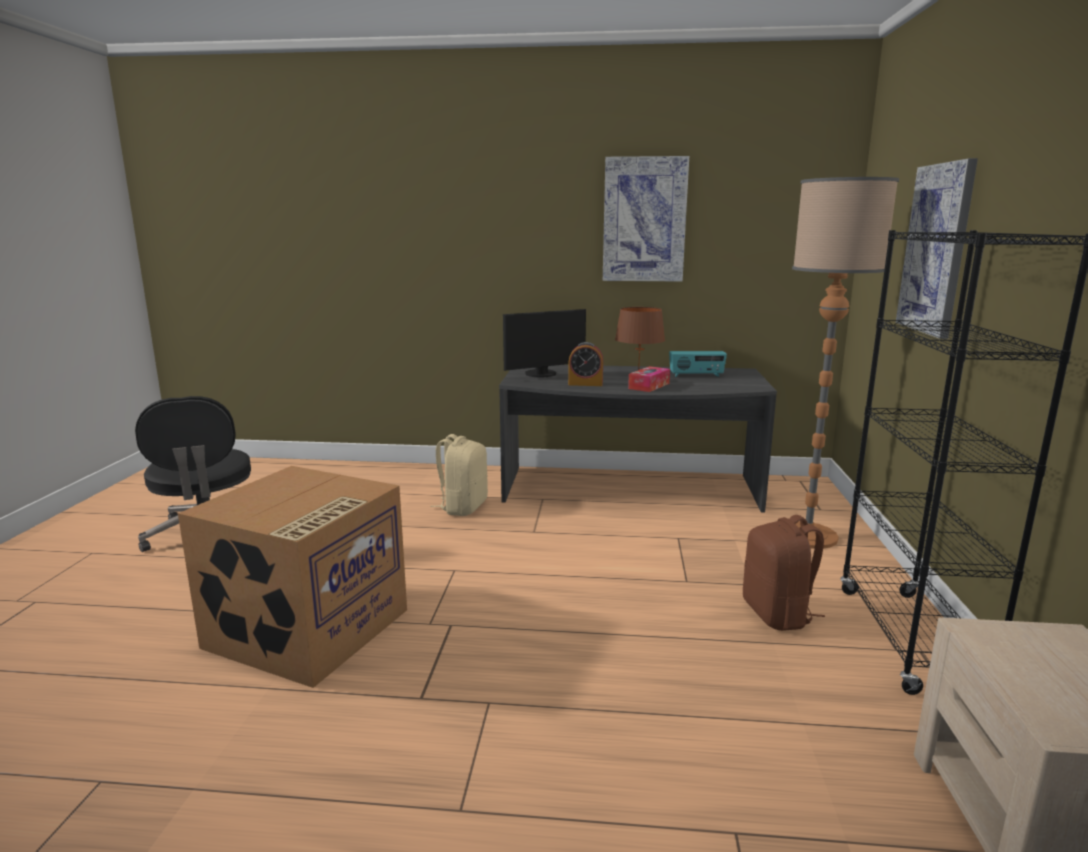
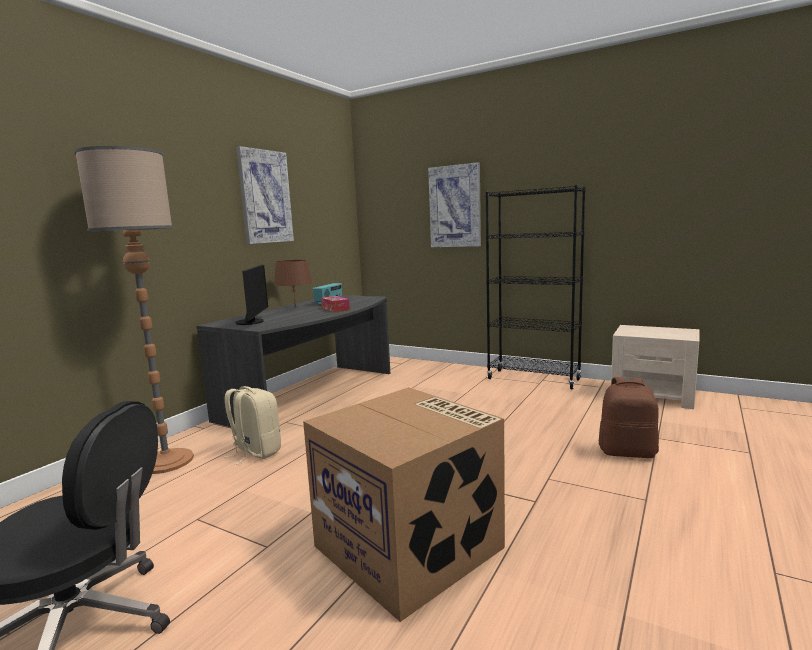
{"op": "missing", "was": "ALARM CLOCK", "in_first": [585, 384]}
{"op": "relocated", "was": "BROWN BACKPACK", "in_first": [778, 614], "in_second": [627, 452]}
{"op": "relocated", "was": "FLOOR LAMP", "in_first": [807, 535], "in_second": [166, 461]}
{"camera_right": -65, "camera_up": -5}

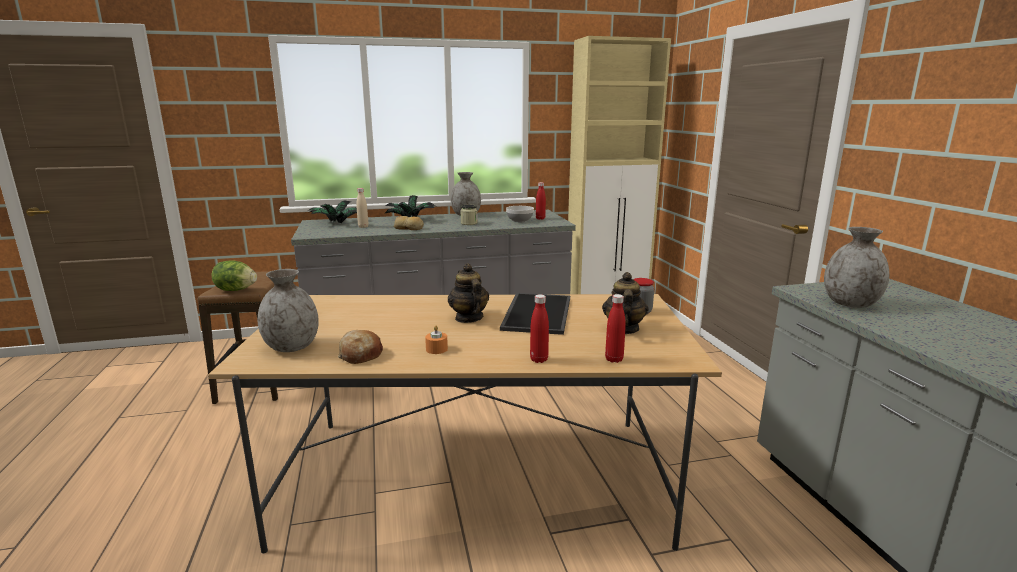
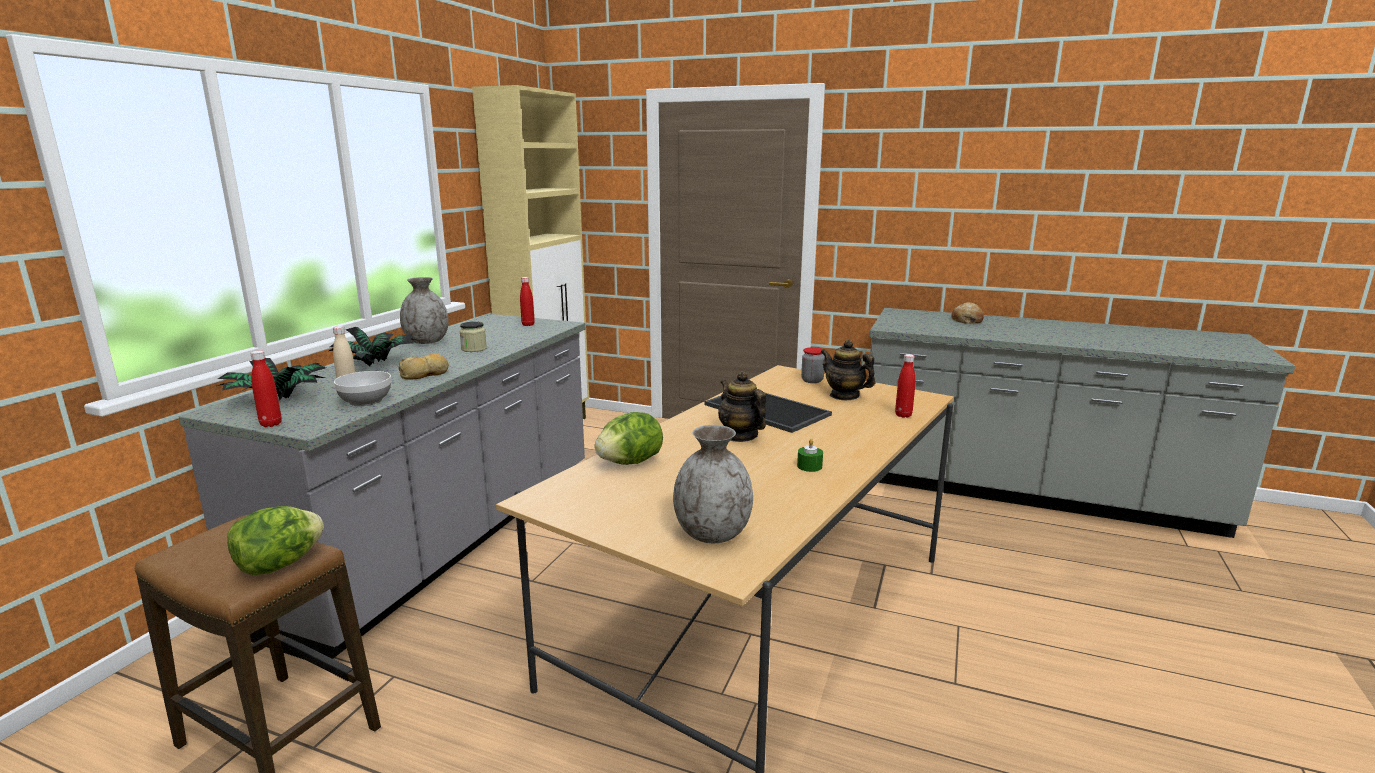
{"op": "missing", "was": "GREY VASE", "in_first": [849, 303]}
{"op": "appeared", "now": "LETTUCE", "in_second": [630, 462]}
{"op": "relocated", "was": "BREAD", "in_first": [360, 355], "in_second": [966, 320]}
{"op": "relocated", "was": "BOWL", "in_first": [519, 220], "in_second": [365, 401]}
{"op": "relocated", "was": "RED BOTTLE", "in_first": [539, 359], "in_second": [271, 424]}
{"op": "colour", "was": "ORANGE CANDLE", "now": "GREEN CANDLE", "in_first": [436, 349], "in_second": [809, 466]}
{"op": "spun", "was": "TEAPOT", "in_first": [468, 318], "in_second": [740, 436], "clockwise": 45}
{"camera_right": -55, "camera_up": 0}

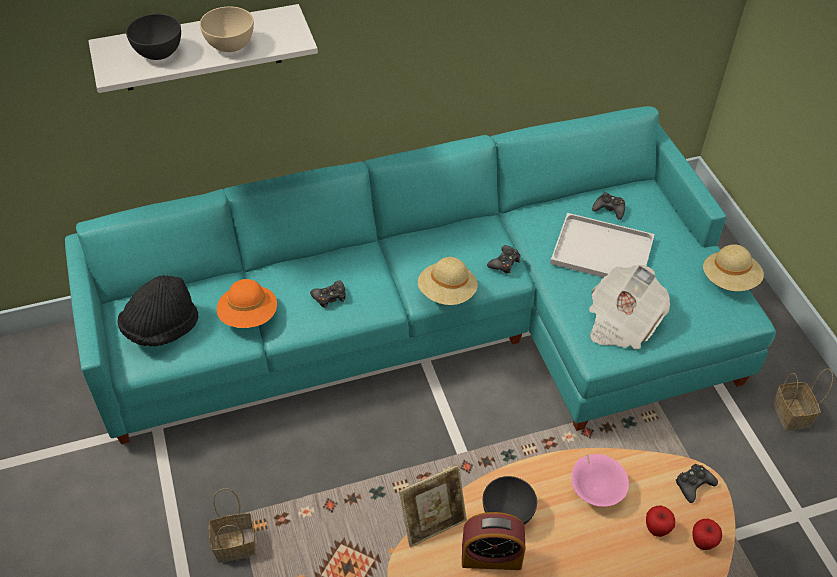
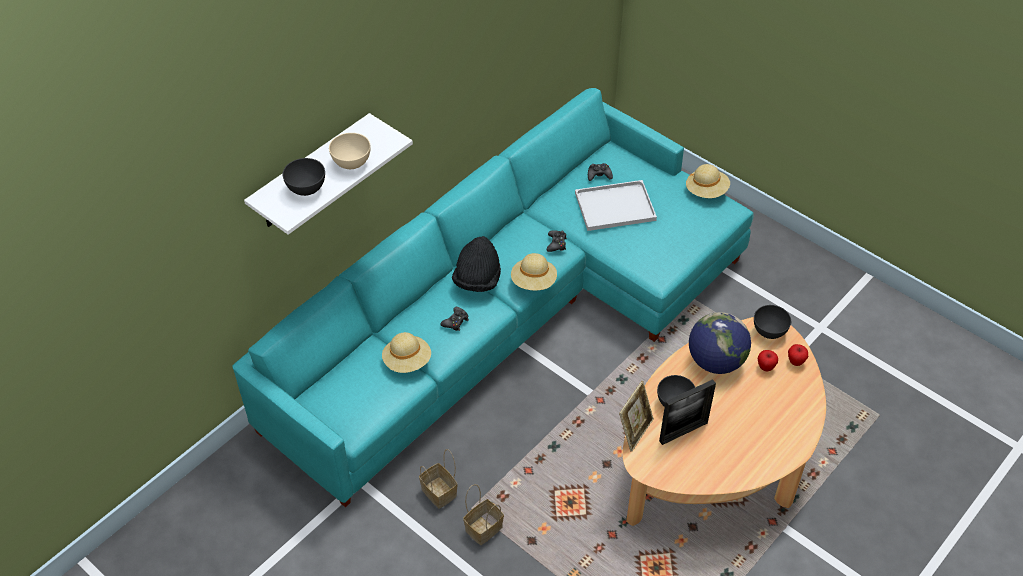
{"op": "missing", "was": "NEWSPAPER", "in_first": [621, 322]}
{"op": "relocated", "was": "BLACK HAT", "in_first": [161, 328], "in_second": [477, 280]}
{"op": "relocated", "was": "BASKET", "in_first": [792, 415], "in_second": [440, 493]}
{"op": "exchanged", "was": "ALARM CLOCK", "now": "PICTURE FRAME", "in_first": [491, 557], "in_second": [683, 432]}
{"op": "exchanged", "was": "PINK BOWL", "now": "GLOBE", "in_first": [596, 489], "in_second": [715, 361]}
{"op": "exchanged", "was": "BLACK GAME CONTROLLER", "now": "GREY BOWL", "in_first": [693, 485], "in_second": [769, 331]}
{"op": "colour", "was": "ORANGE HAT", "now": "BEIGE HAT", "in_first": [249, 316], "in_second": [407, 361]}
{"camera_right": -30, "camera_up": 0}

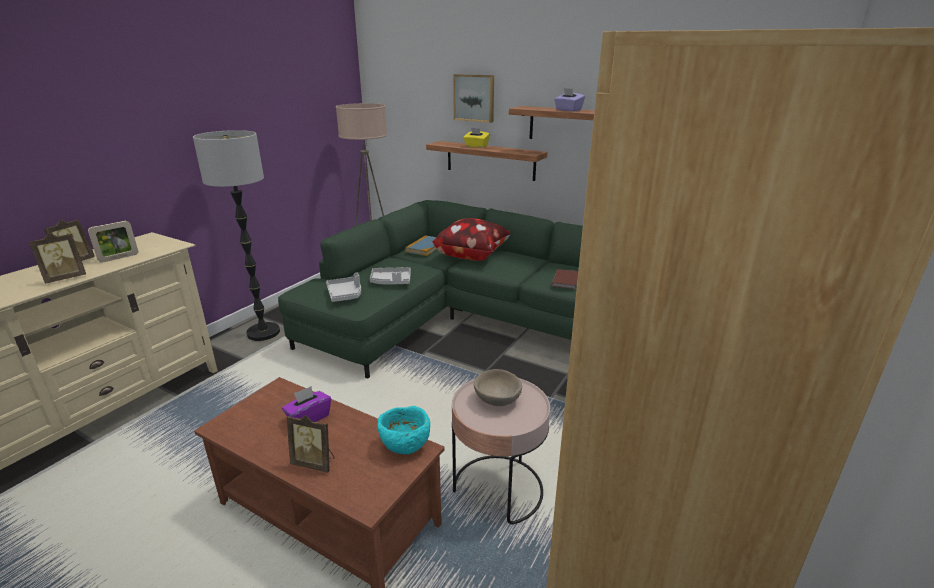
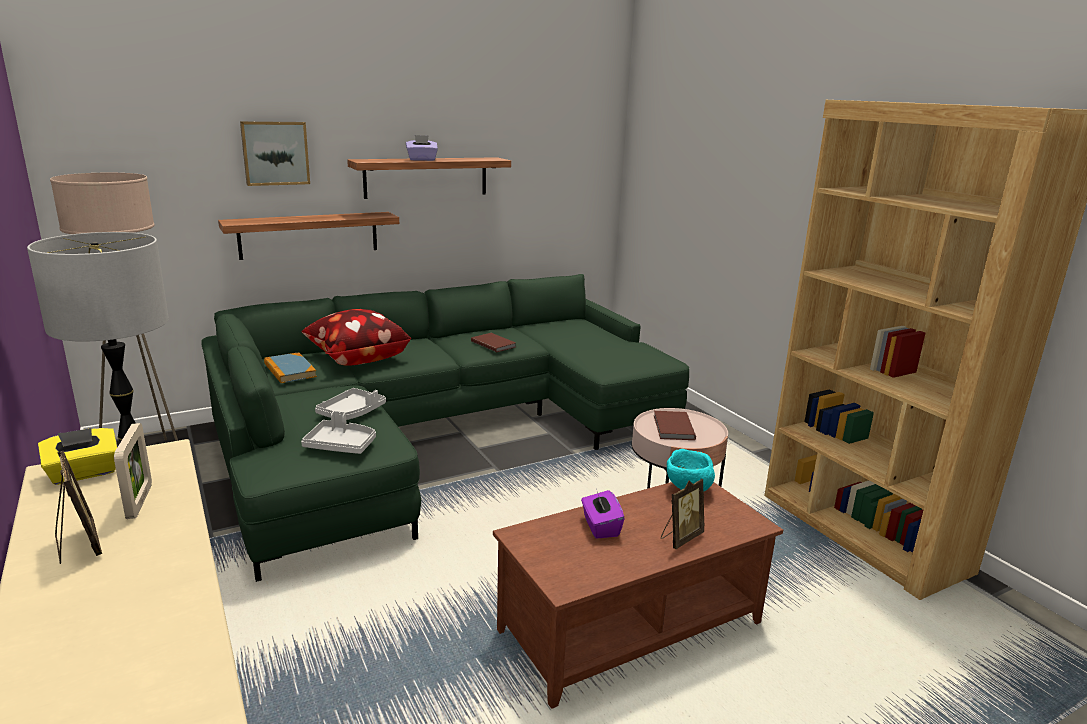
{"op": "missing", "was": "PICTURE FRAME", "in_first": [65, 278]}
{"op": "relocated", "was": "YELLOW TISSUE BOX", "in_first": [476, 146], "in_second": [84, 473]}
{"op": "exchanged", "was": "BEIGE BOWL", "now": "BROWN BOOK", "in_first": [496, 400], "in_second": [672, 428]}
{"camera_right": -60, "camera_up": -5}

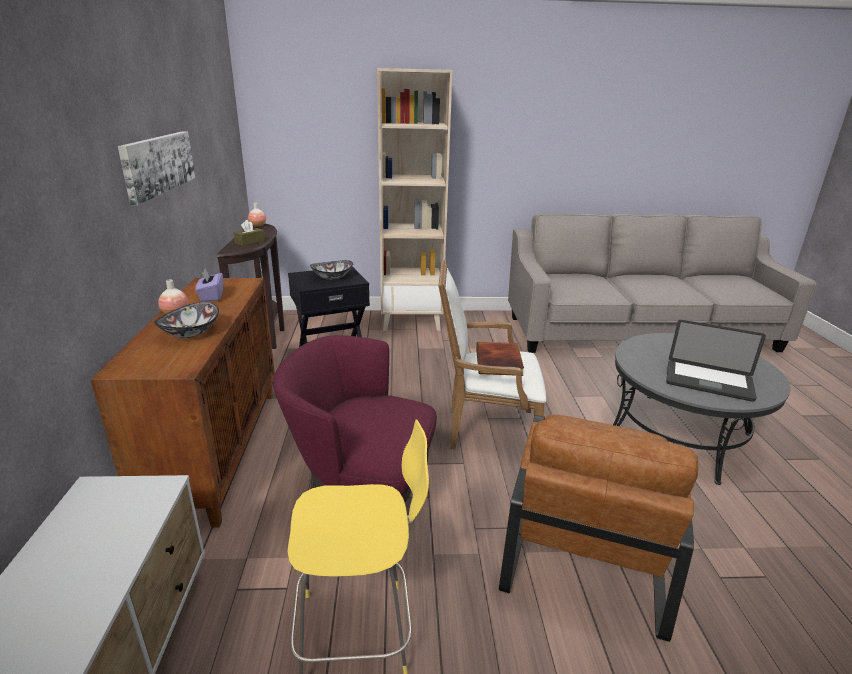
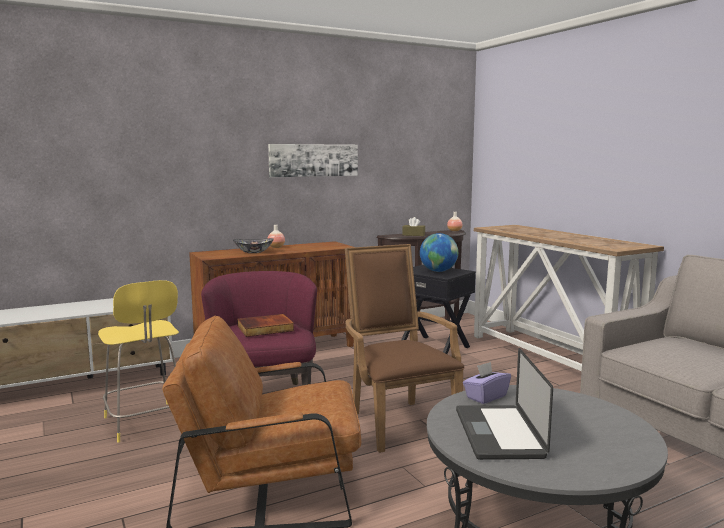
{"op": "relocated", "was": "PURPLE TISSUE BOX", "in_first": [211, 296], "in_second": [486, 397]}
{"op": "relocated", "was": "BOOK", "in_first": [500, 362], "in_second": [265, 329]}
{"op": "exchanged", "was": "BOWL", "now": "GLOBE", "in_first": [332, 277], "in_second": [438, 271]}
{"op": "exchanged", "was": "BEIGE BOOKCASE", "now": "CONSOLE TABLE", "in_first": [412, 321], "in_second": [552, 356]}
{"op": "colour", "was": "WHITE ARMCHAIR", "now": "BROWN ARMCHAIR", "in_first": [485, 430], "in_second": [398, 421]}
{"camera_right": 65, "camera_up": -15}

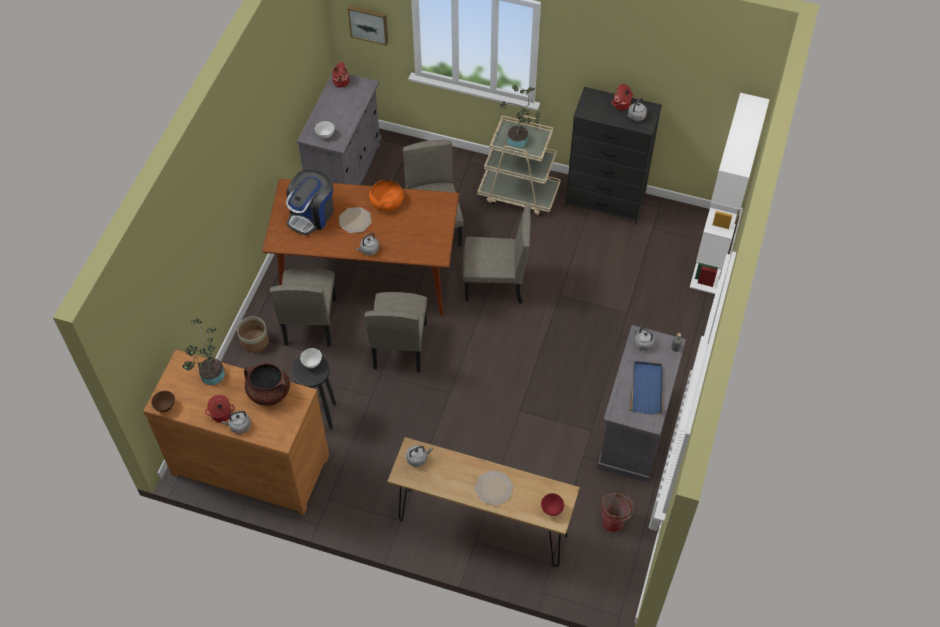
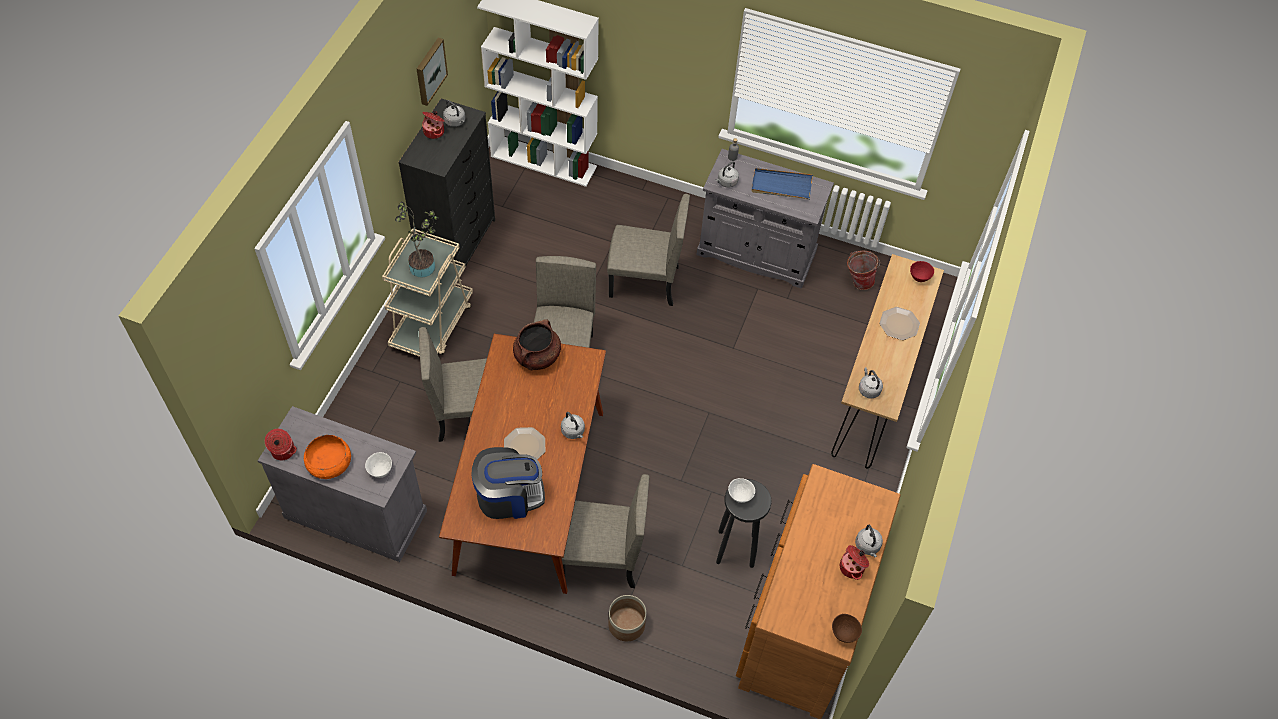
{"op": "missing", "was": "POTTED PLANT", "in_first": [210, 377]}
{"op": "relocated", "was": "BROWN COOKING POT", "in_first": [268, 392], "in_second": [537, 357]}
{"op": "relocated", "was": "PICTURE", "in_first": [369, 24], "in_second": [429, 71]}
{"op": "relocated", "was": "BEIGE CHAIR", "in_first": [399, 345], "in_second": [644, 282]}
{"op": "relocated", "was": "ORANGE BOWL", "in_first": [387, 201], "in_second": [329, 462]}
{"op": "spun", "was": "COFFEE MACHINE", "in_first": [311, 215], "in_second": [508, 496], "clockwise": -45}
{"camera_right": -90, "camera_up": 0}

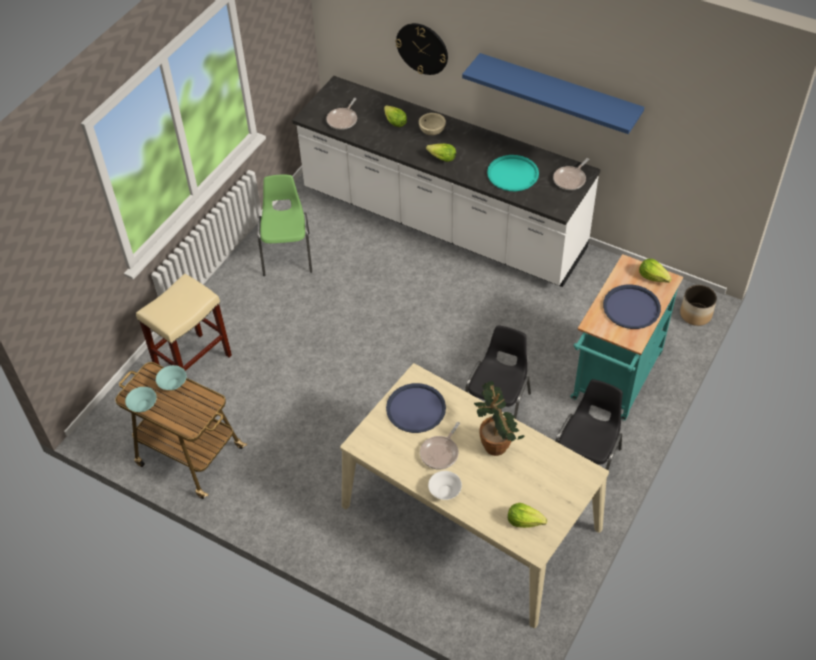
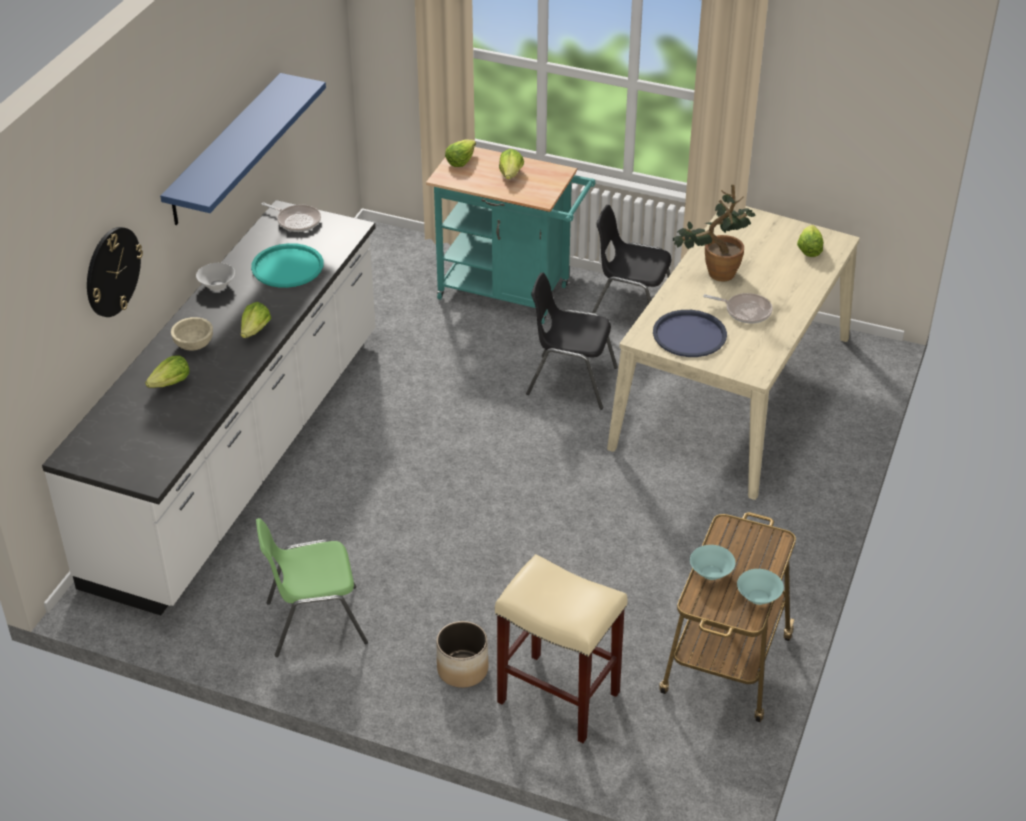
{"op": "missing", "was": "FRYING PAN", "in_first": [343, 120]}
{"op": "relocated", "was": "WHITE BOWL", "in_first": [445, 491], "in_second": [217, 285]}
{"op": "relocated", "was": "PLANTER", "in_first": [695, 314], "in_second": [462, 670]}
{"op": "exchanged", "was": "BLUE TRAY", "now": "LETTUCE", "in_first": [631, 307], "in_second": [511, 174]}
{"camera_right": -100, "camera_up": -10}

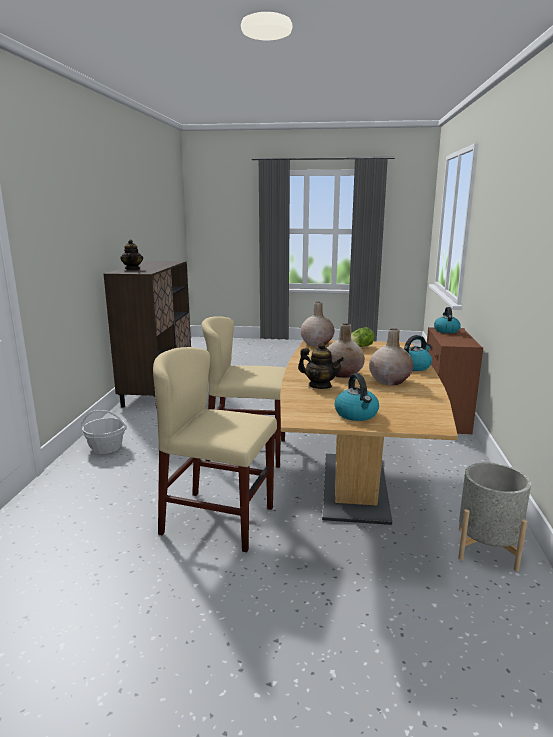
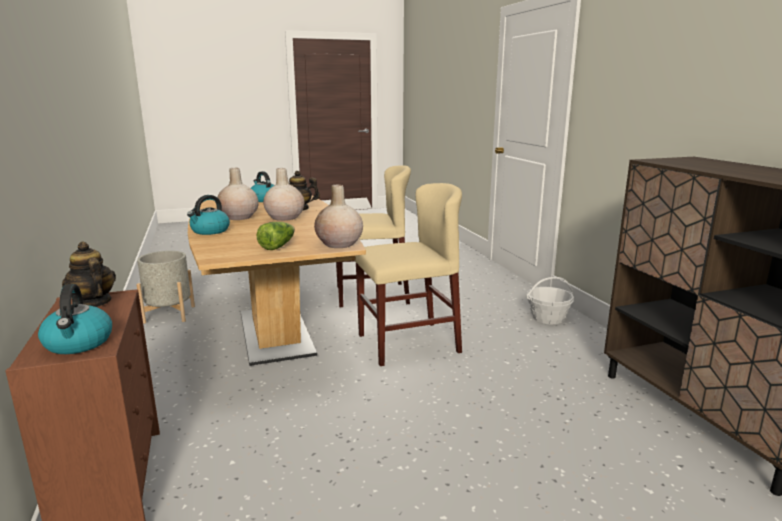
{"op": "relocated", "was": "TEAPOT", "in_first": [133, 269], "in_second": [93, 303]}
{"camera_right": 155, "camera_up": 0}

